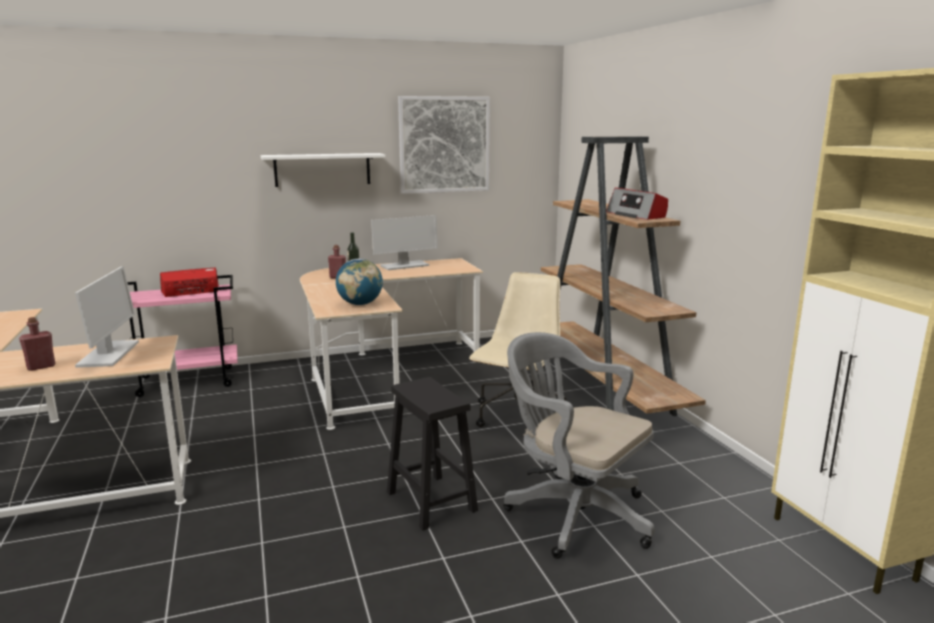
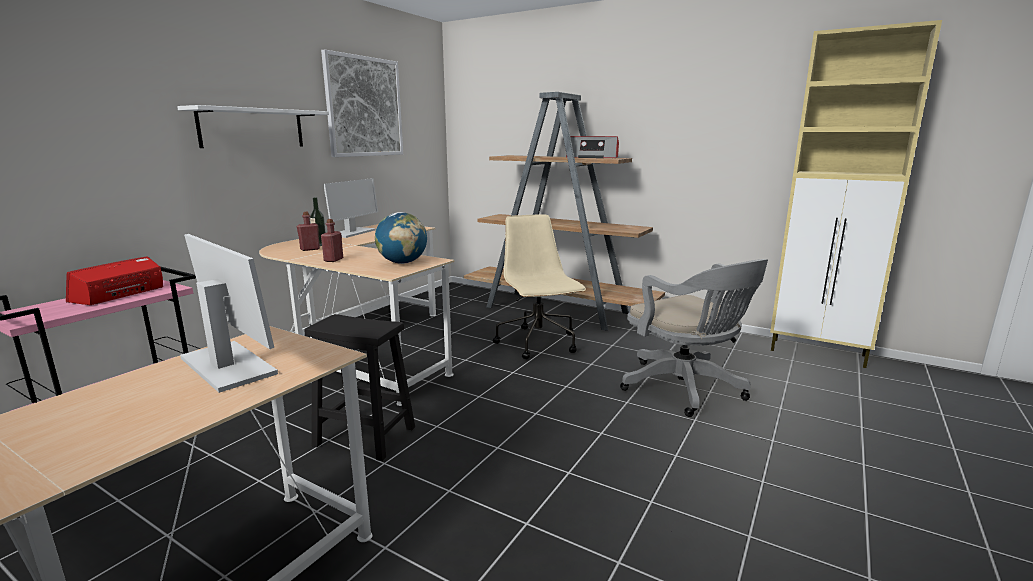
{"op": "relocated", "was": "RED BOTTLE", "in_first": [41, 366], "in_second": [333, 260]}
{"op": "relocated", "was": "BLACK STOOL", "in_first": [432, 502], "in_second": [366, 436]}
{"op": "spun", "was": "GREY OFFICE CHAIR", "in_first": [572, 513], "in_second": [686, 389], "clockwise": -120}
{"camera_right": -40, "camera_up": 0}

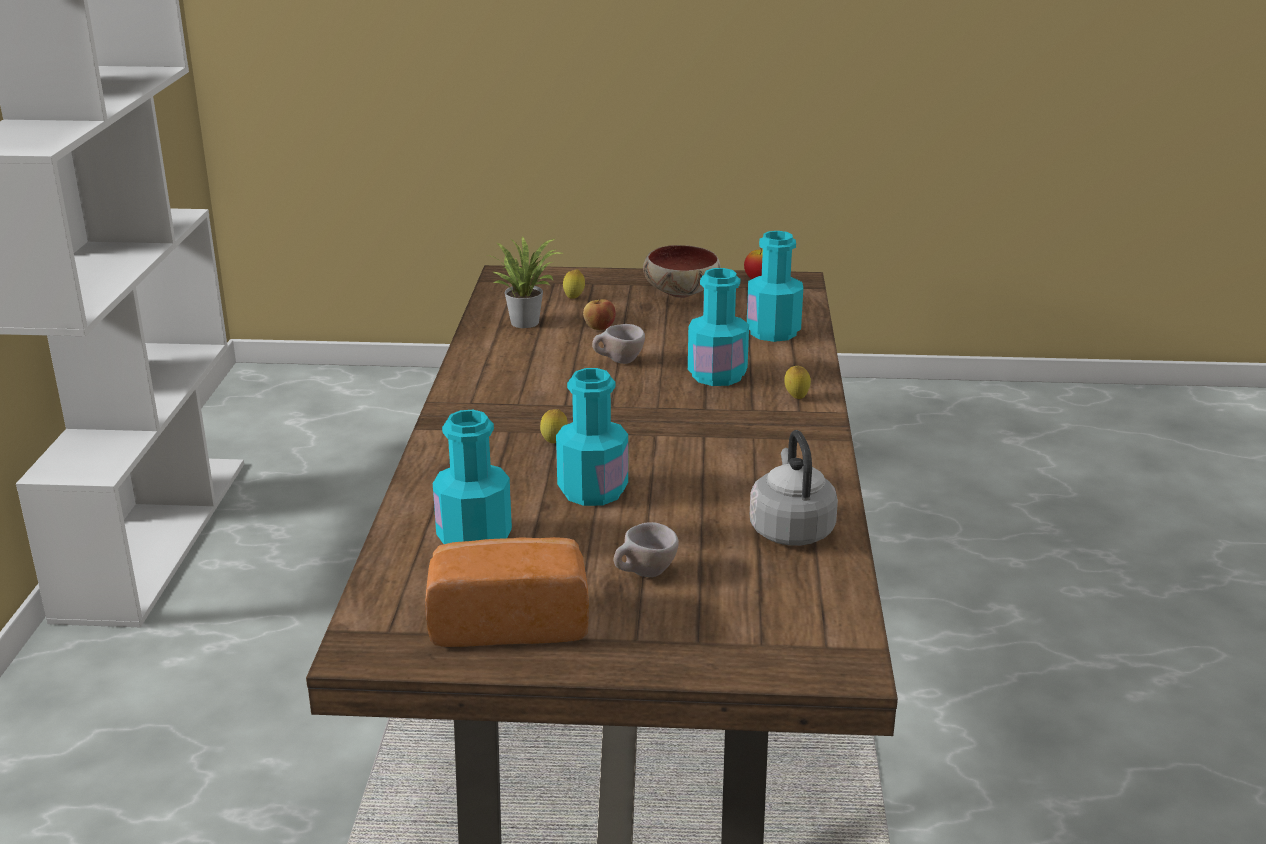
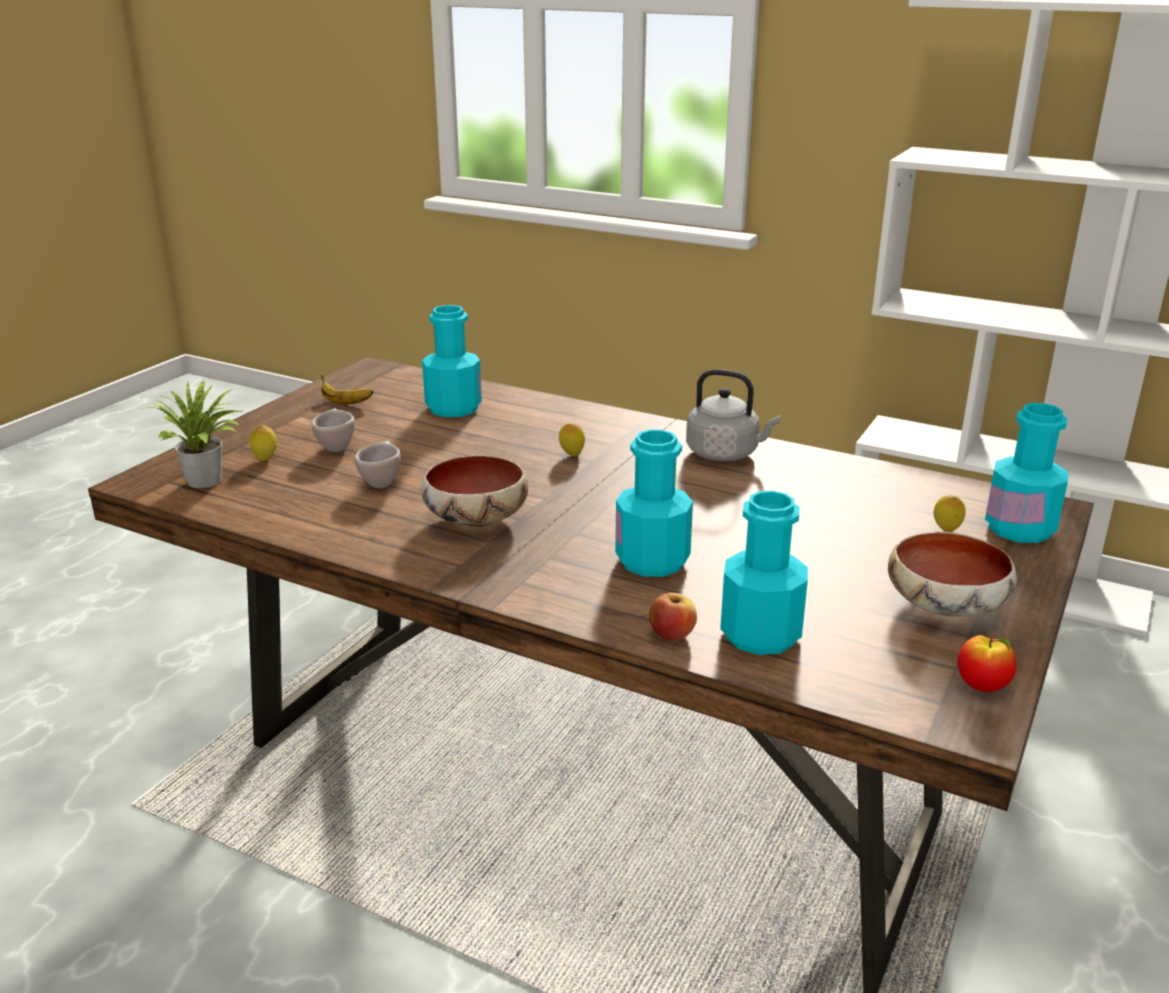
{"op": "appeared", "now": "BOWL", "in_second": [475, 520]}
{"op": "relocated", "was": "POTTED PLANT", "in_first": [526, 321], "in_second": [207, 482]}
{"op": "relocated", "was": "TURQUOISE BOTTLE", "in_first": [592, 491], "in_second": [1019, 528]}
{"op": "relocated", "was": "APPLE", "in_first": [599, 327], "in_second": [672, 634]}
{"op": "relocated", "was": "BEIGE CUP", "in_first": [618, 362], "in_second": [381, 482]}
{"op": "relocated", "was": "GREY KETTLE", "in_first": [790, 529], "in_second": [726, 454]}
{"op": "relocated", "was": "LEMON", "in_first": [796, 398], "in_second": [265, 459]}
{"op": "exchanged", "was": "BREAD", "now": "BANANA", "in_first": [509, 621], "in_second": [344, 402]}
{"camera_right": 115, "camera_up": 0}

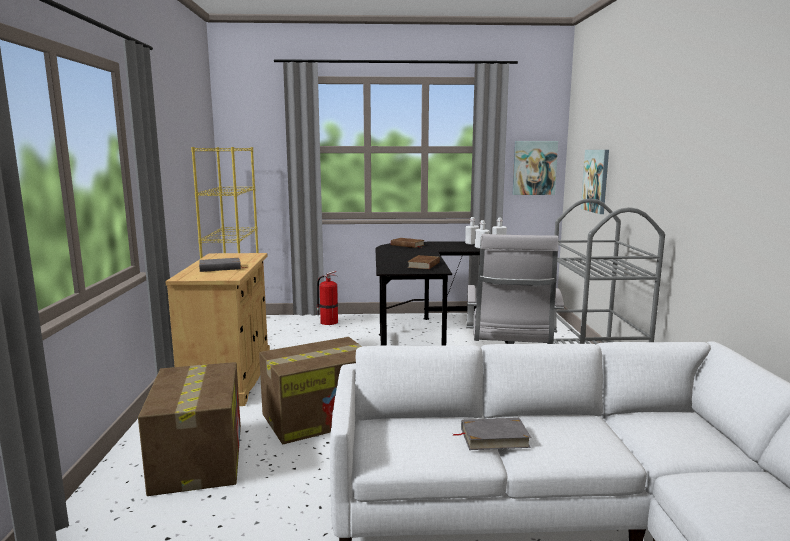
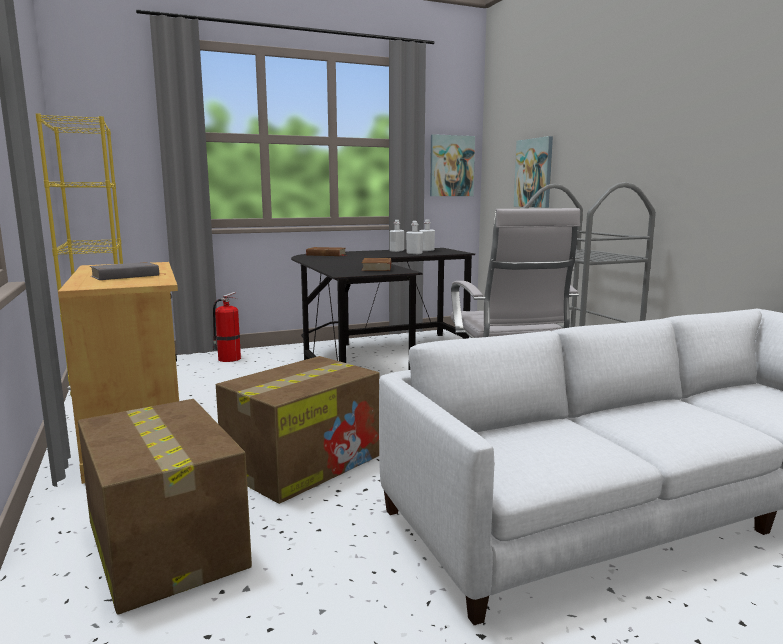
{"op": "missing", "was": "GREY BOOK", "in_first": [494, 438]}
{"camera_right": -20, "camera_up": 0}

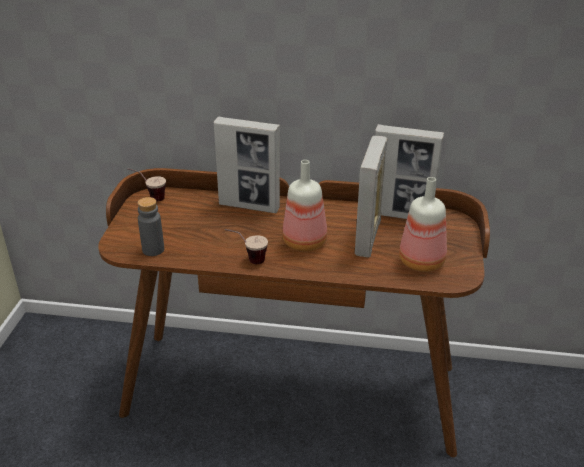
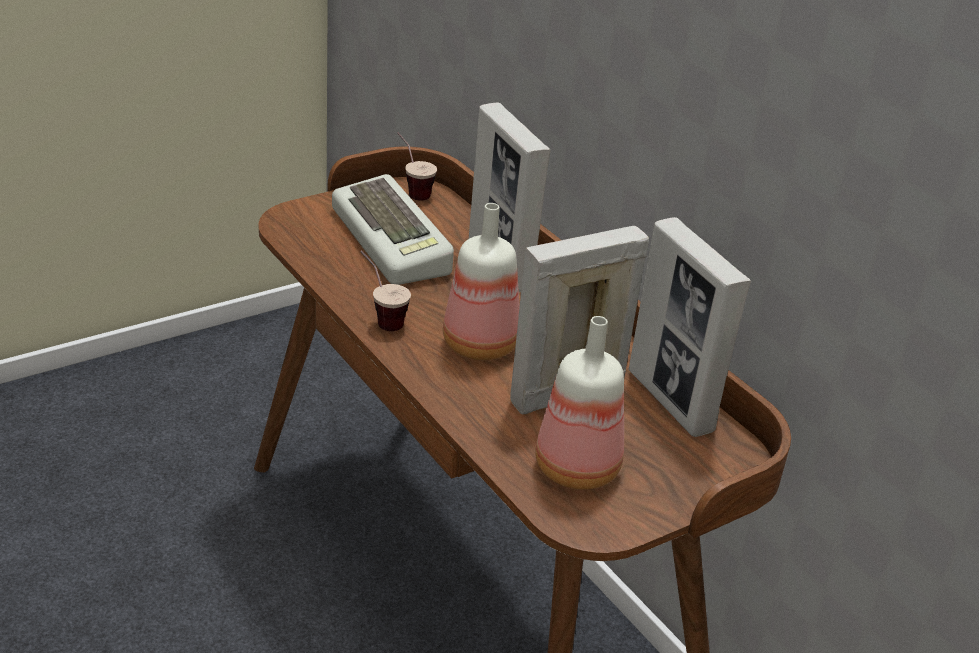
{"op": "missing", "was": "GREY BOTTLE", "in_first": [153, 250]}
{"op": "appeared", "now": "KEYBOARD", "in_second": [394, 241]}
{"camera_right": 45, "camera_up": 0}

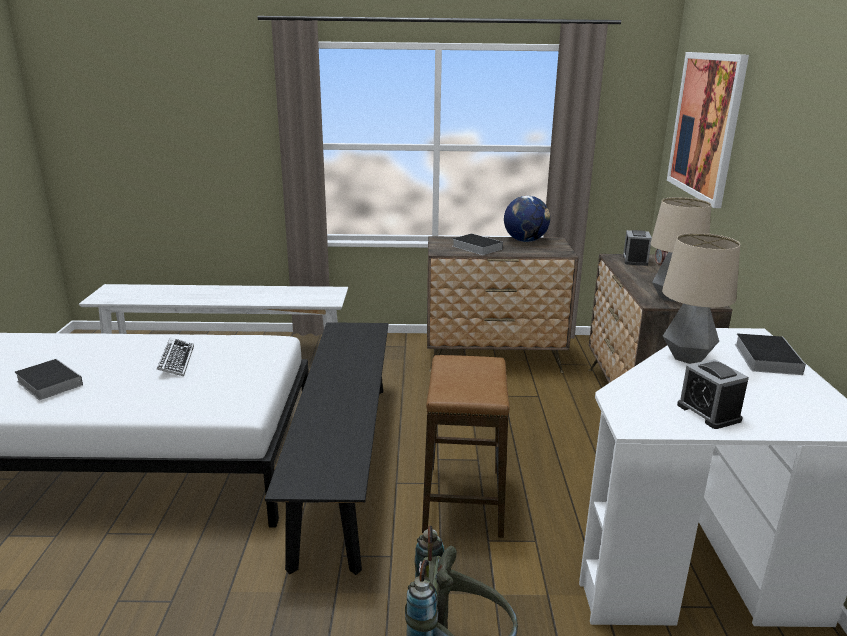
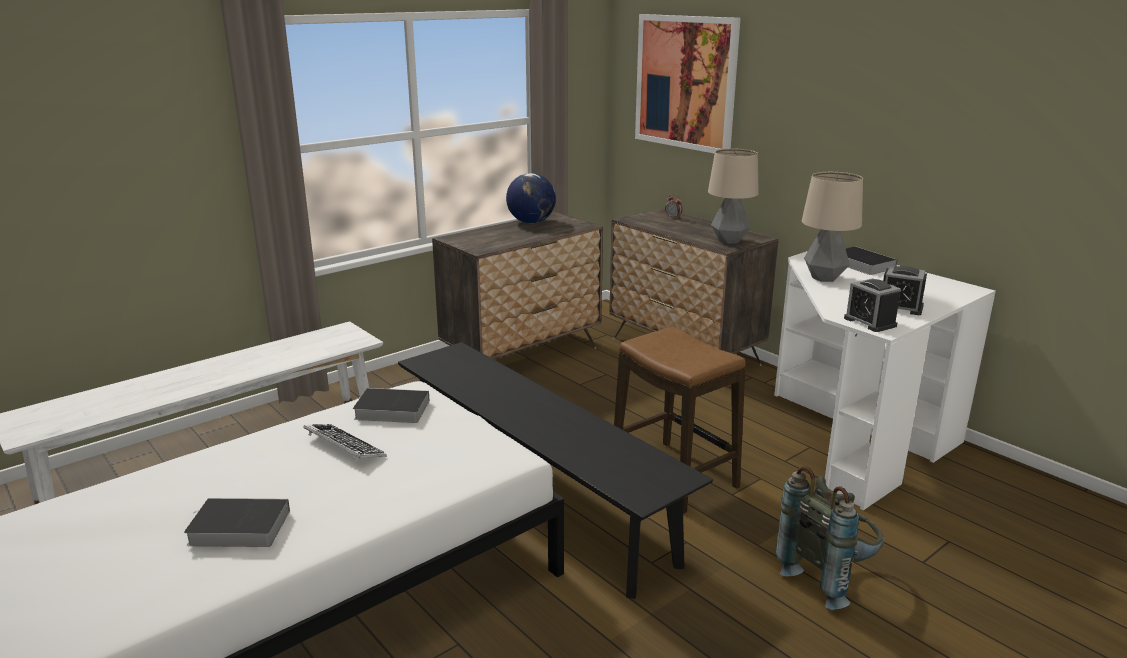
{"op": "relocated", "was": "BOOK", "in_first": [475, 247], "in_second": [389, 410]}
{"op": "relocated", "was": "ALARM CLOCK", "in_first": [635, 260], "in_second": [870, 322]}
{"camera_right": -40, "camera_up": 0}

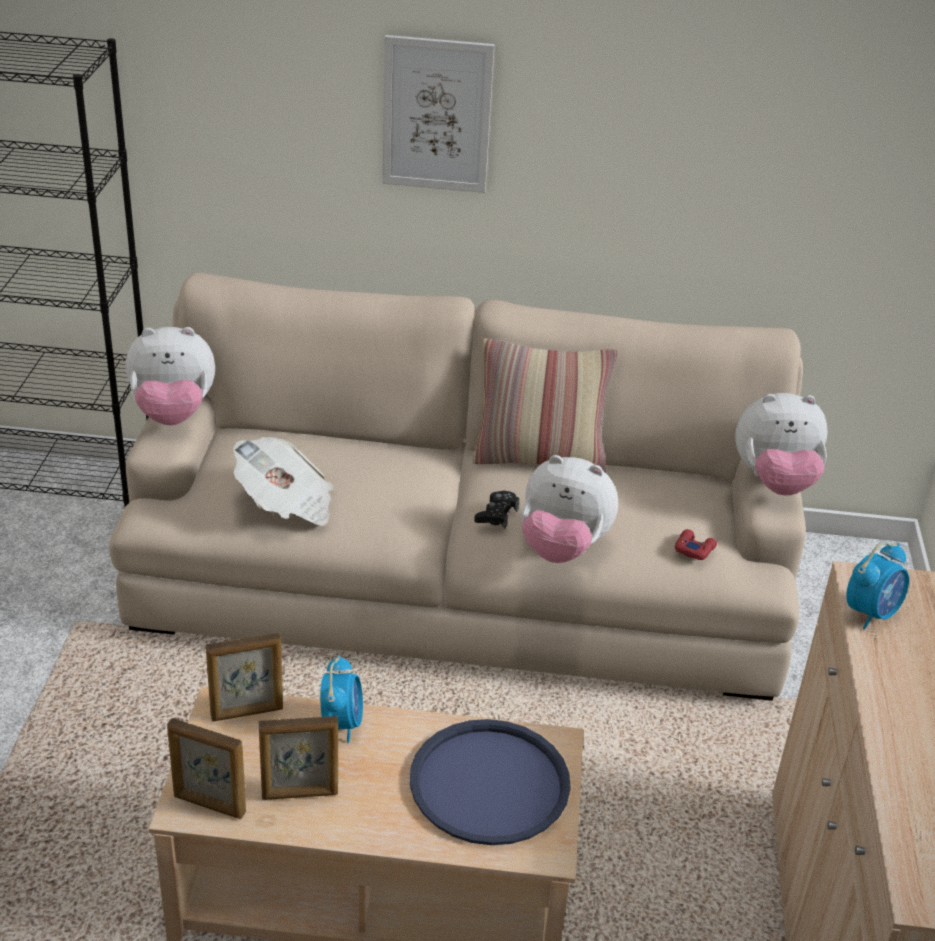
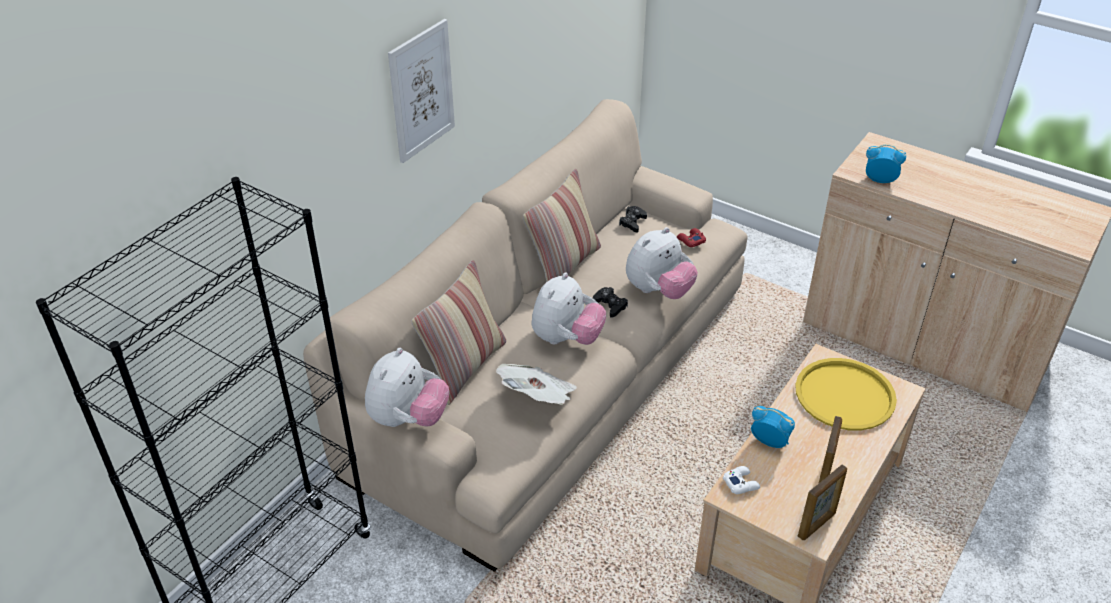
{"op": "appeared", "now": "PILLOW", "in_second": [464, 367]}
{"op": "appeared", "now": "BLACK GAME CONTROLLER", "in_second": [632, 222]}
{"op": "relocated", "was": "PLUSH TOY", "in_first": [774, 482], "in_second": [566, 339]}
{"op": "exchanged", "was": "PICTURE FRAME", "now": "WHITE GAME CONTROLLER", "in_first": [247, 713], "in_second": [741, 483]}
{"op": "colour", "was": "BLUE TRAY", "now": "YELLOW TRAY", "in_first": [489, 783], "in_second": [844, 395]}
{"op": "spun", "was": "ALARM CLOCK", "in_first": [871, 613], "in_second": [879, 180], "clockwise": -60}
{"camera_right": -60, "camera_up": 5}

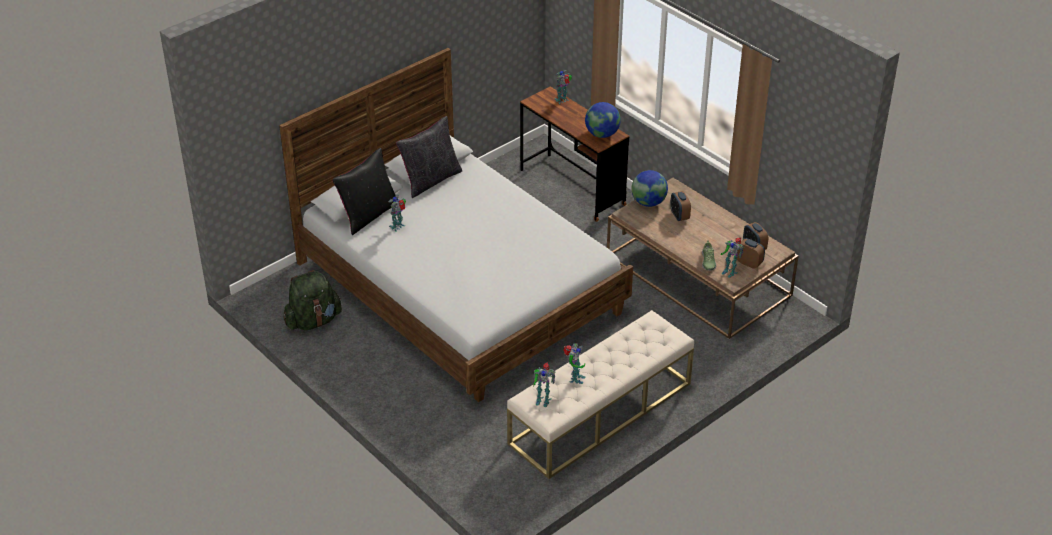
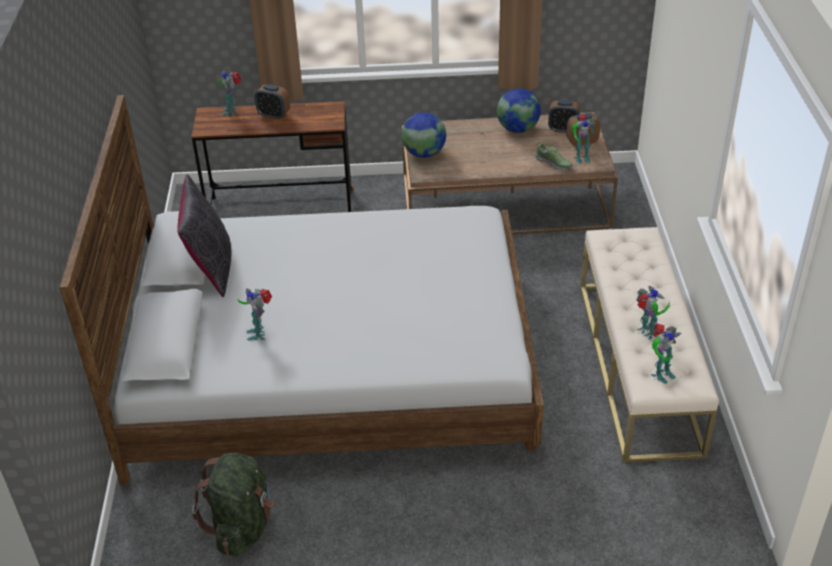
{"op": "missing", "was": "BLACK PILLOW", "in_first": [368, 215]}
{"op": "relocated", "was": "GLOBE", "in_first": [602, 134], "in_second": [517, 129]}
{"op": "relocated", "was": "ALARM CLOCK", "in_first": [679, 216], "in_second": [274, 115]}
{"camera_right": -50, "camera_up": 0}

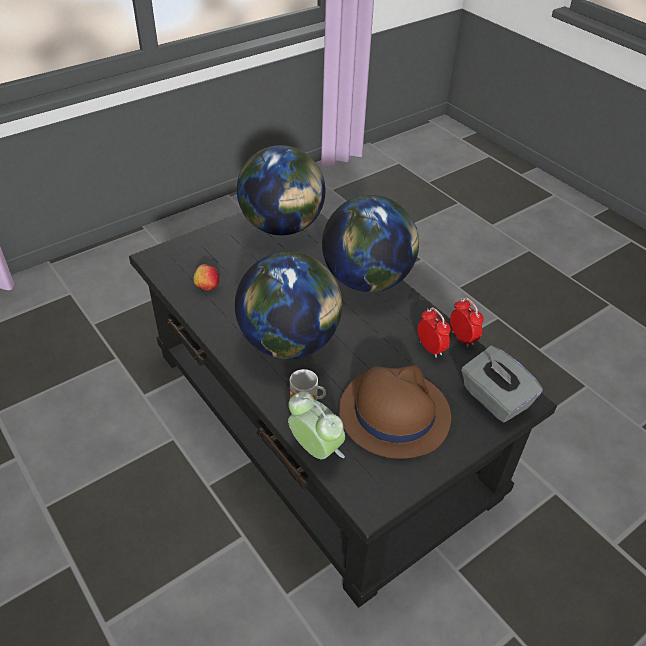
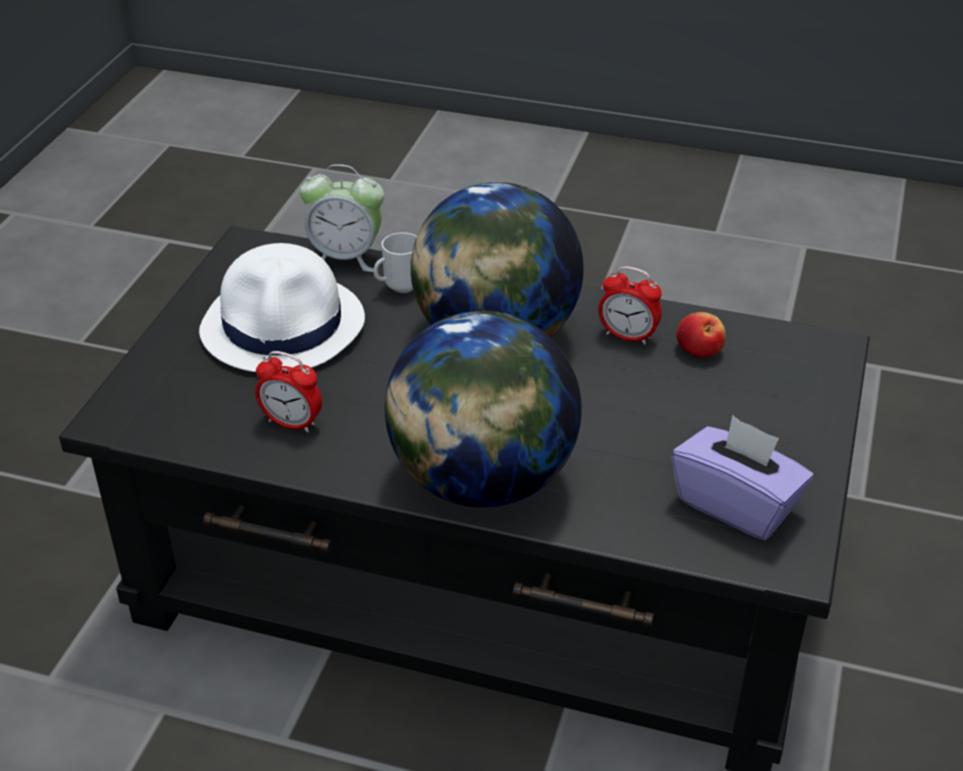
{"op": "missing", "was": "GREY TISSUE BOX", "in_first": [494, 399]}
{"op": "relocated", "was": "ALARM CLOCK", "in_first": [462, 338], "in_second": [628, 336]}
{"op": "exchanged", "was": "GLOBE", "now": "PURPLE TISSUE BOX", "in_first": [282, 226], "in_second": [737, 504]}
{"op": "colour", "was": "BROWN HAT", "now": "WHITE HAT", "in_first": [393, 413], "in_second": [284, 325]}
{"camera_right": 145, "camera_up": -5}

